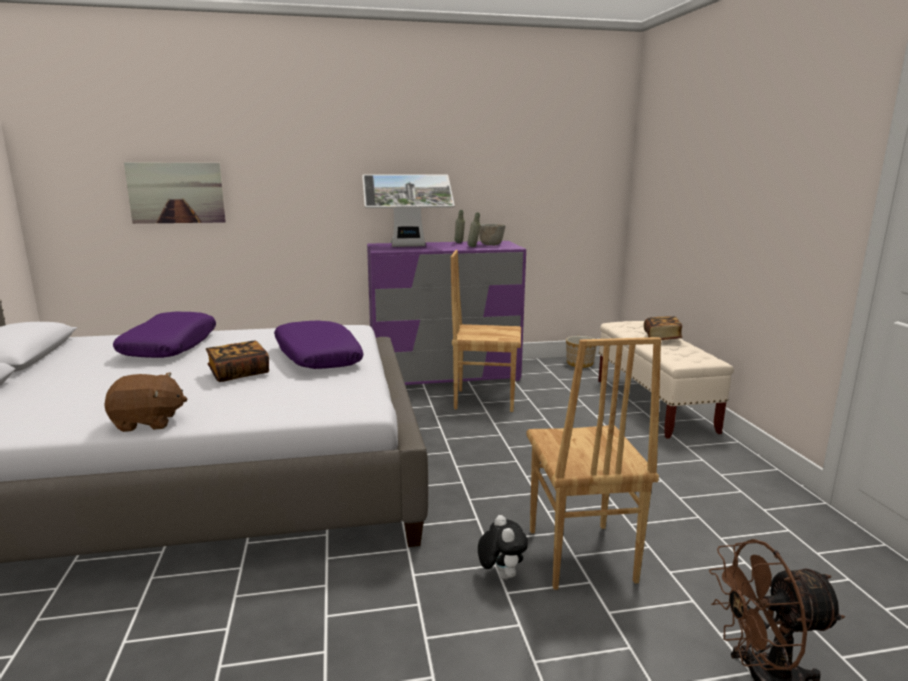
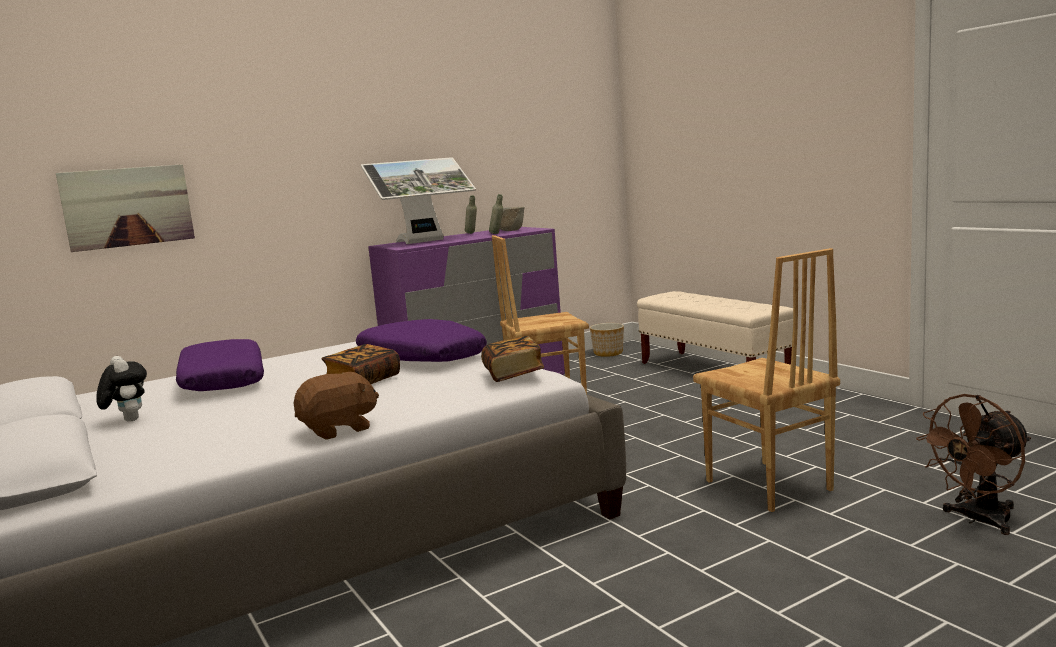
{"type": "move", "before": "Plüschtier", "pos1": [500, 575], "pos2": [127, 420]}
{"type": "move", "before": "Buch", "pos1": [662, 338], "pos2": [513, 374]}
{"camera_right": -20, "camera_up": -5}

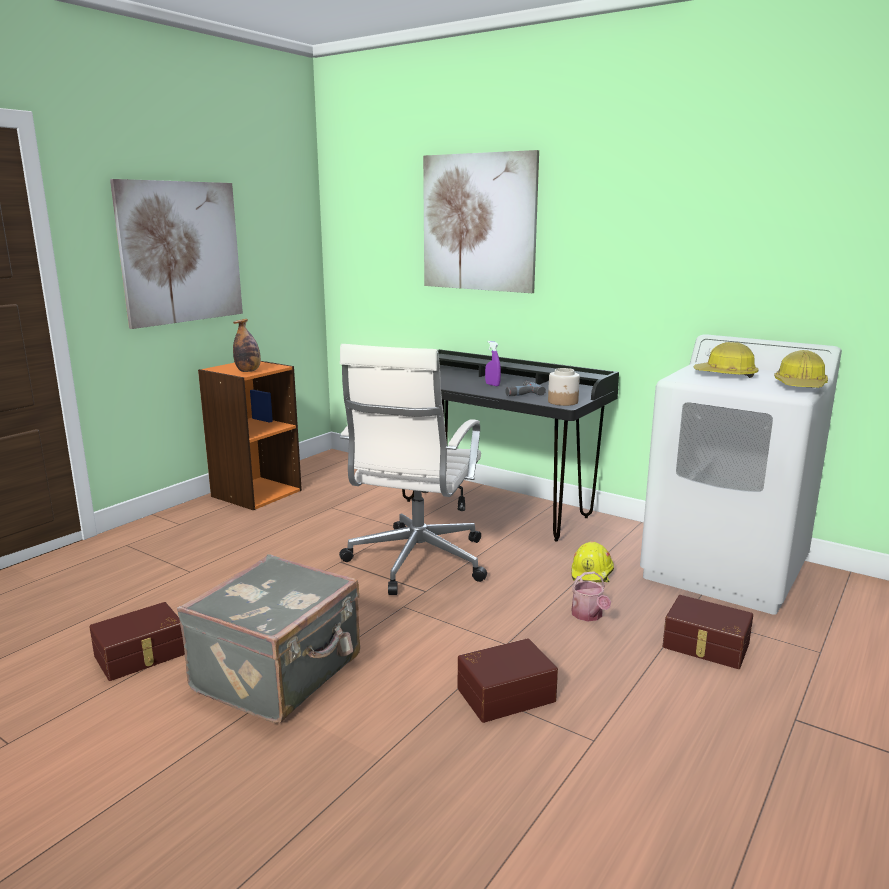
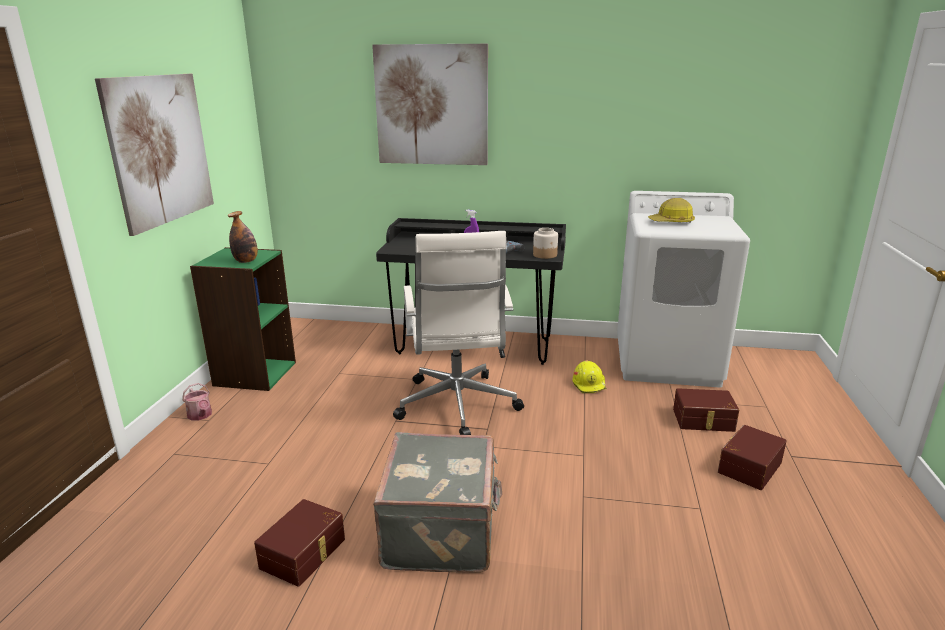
{"type": "recolor", "before": "Bücherregal/orange", "after": "Bücherregal/grün", "pos1": [256, 493], "pos2": [254, 373]}
{"type": "move", "before": "Aufbewahrungsbox/braun", "pos1": [504, 693], "pos2": [748, 466]}
{"type": "move", "before": "Gießkanne", "pos1": [588, 616], "pos2": [201, 416]}
{"type": "delete", "before": "Schutzhelm", "pos1": [800, 386]}
{"camera_right": -25, "camera_up": 5}

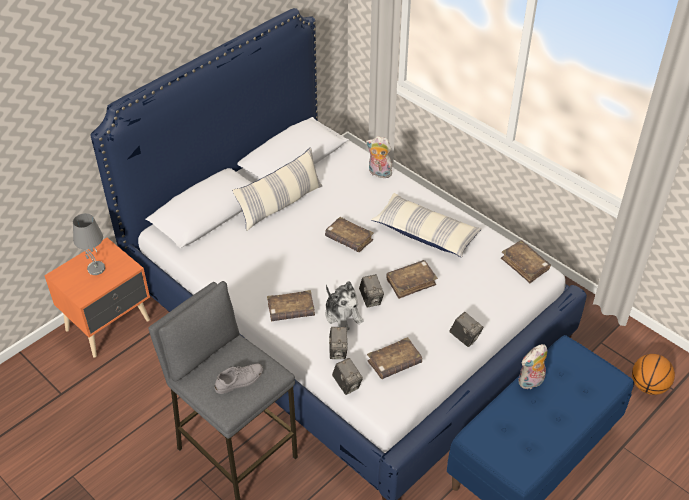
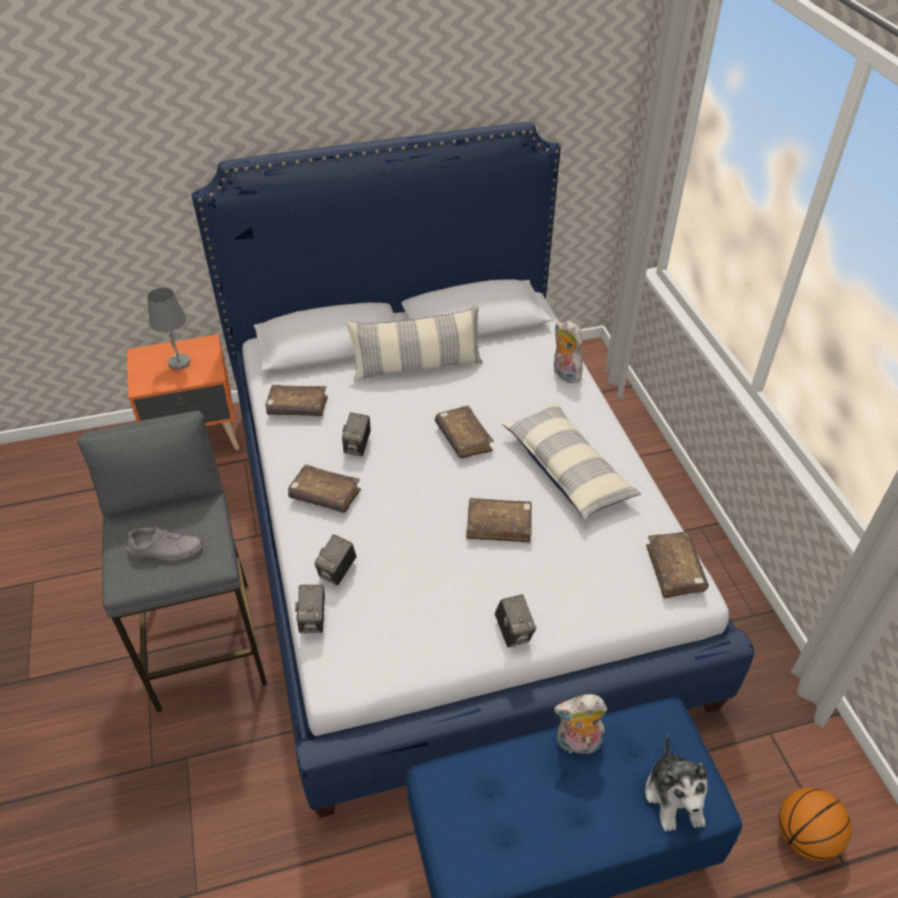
{"type": "move", "before": "Plüschtier", "pos1": [343, 315], "pos2": [675, 796]}
{"type": "move", "before": "Kamera", "pos1": [371, 299], "pos2": [357, 446]}
{"type": "move", "before": "Buch/braun", "pos1": [394, 363], "pos2": [297, 407]}
{"camera_right": 30, "camera_up": 0}

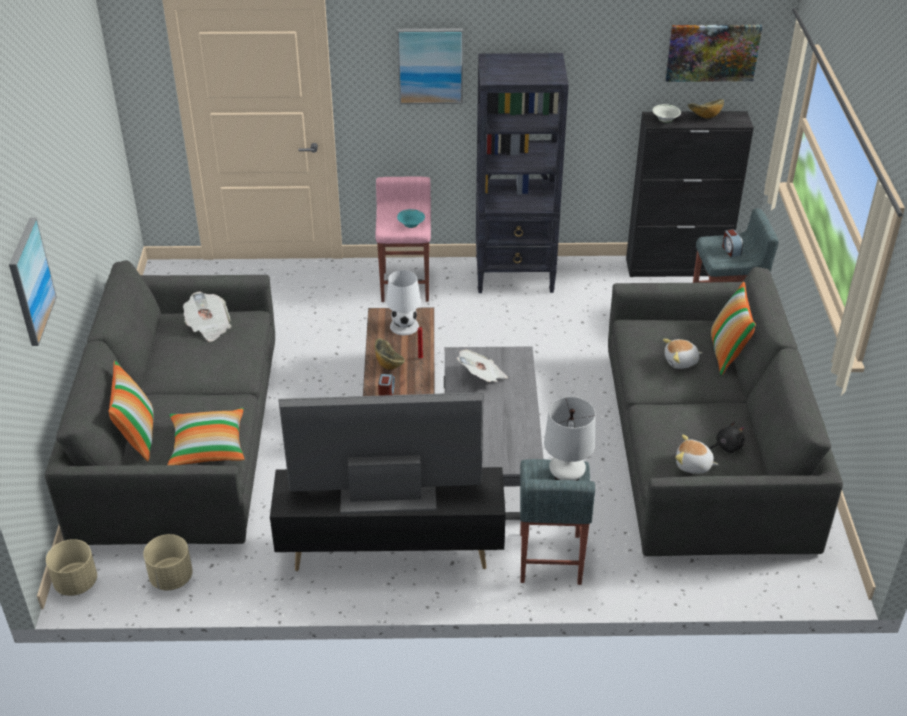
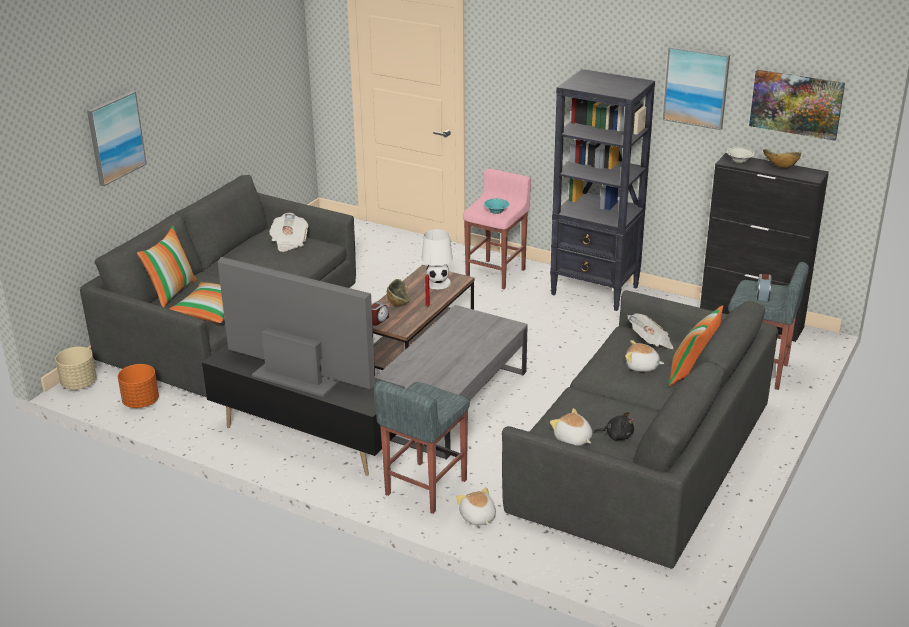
{"type": "recolor", "before": "Pflanzkübel/beige", "after": "Pflanzkübel/orange", "pos1": [171, 578], "pos2": [141, 402]}
{"type": "move", "before": "Bild", "pos1": [430, 65], "pos2": [696, 87]}
{"type": "move", "before": "Zeitung", "pos1": [482, 377], "pos2": [650, 342]}
{"type": "delete", "before": "Tischlampe/weiß", "pos1": [566, 476]}
{"type": "insert", "after": "Plüschtier", "pos2": [477, 517]}
{"camera_right": 30, "camera_up": -10}

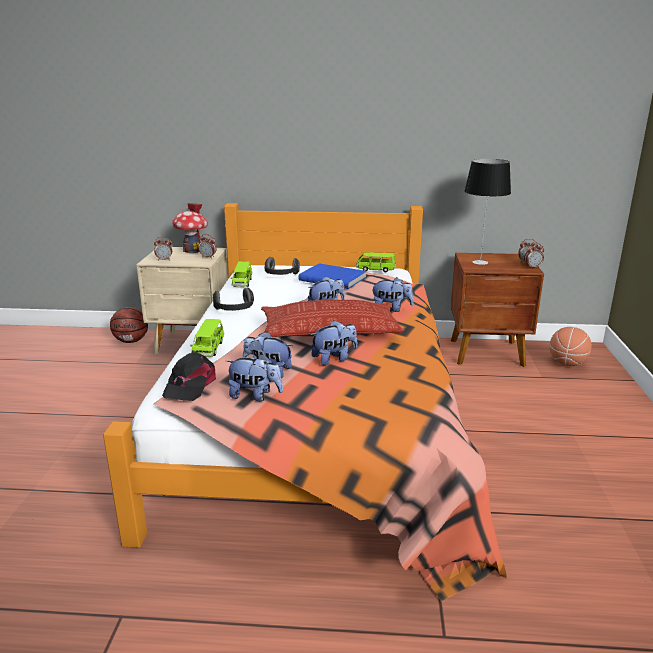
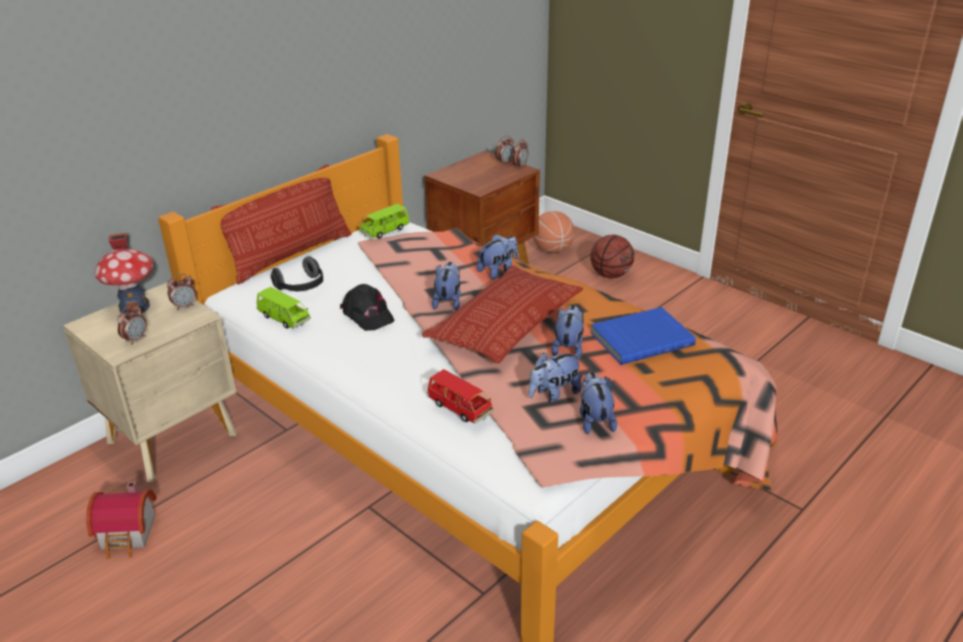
{"type": "move", "before": "Basketball", "pos1": [131, 341], "pos2": [611, 275]}
{"type": "move", "before": "Kappe/schwarz", "pos1": [190, 385], "pos2": [367, 314]}
{"type": "recolor", "before": "Spielzeugauto/grün", "after": "Spielzeugauto/rot", "pos1": [209, 349], "pos2": [460, 408]}
{"type": "delete", "before": "Kopfhörer", "pos1": [235, 310]}
{"type": "rotate", "before": "Plüschtier", "pos1": [255, 396], "pos2": [595, 420], "turn": -60}
{"type": "move", "before": "Buch/blau", "pos1": [333, 278], "pos2": [640, 338]}
{"type": "delete", "before": "Tischlampe", "pos1": [479, 262]}
{"type": "insert", "after": "Spielzeughaus", "pos2": [129, 535]}
{"type": "insert", "after": "Kissen", "pos2": [290, 255]}
{"camera_right": -50, "camera_up": 10}

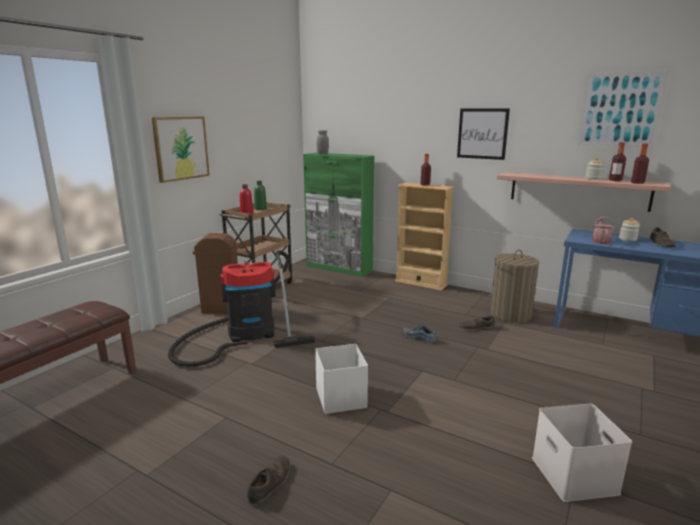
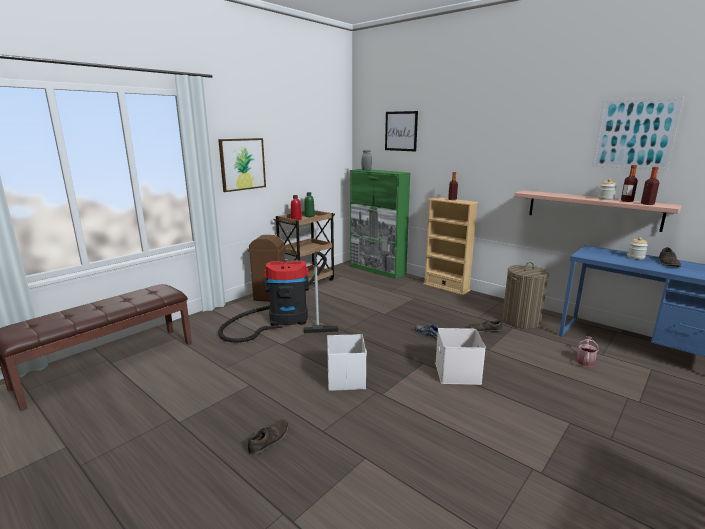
{"type": "move", "before": "Bild", "pos1": [482, 133], "pos2": [401, 131]}
{"type": "move", "before": "Aufbewahrungsbox/weiß", "pos1": [576, 476], "pos2": [458, 373]}
{"type": "move", "before": "Gießkanne", "pos1": [600, 241], "pos2": [585, 360]}
{"camera_right": 10, "camera_up": 0}

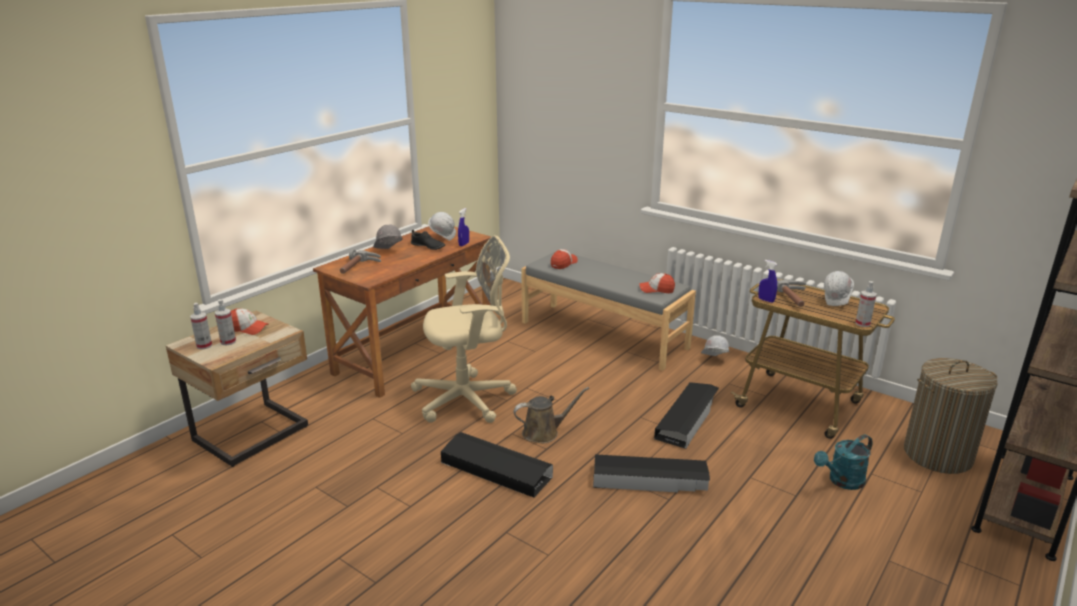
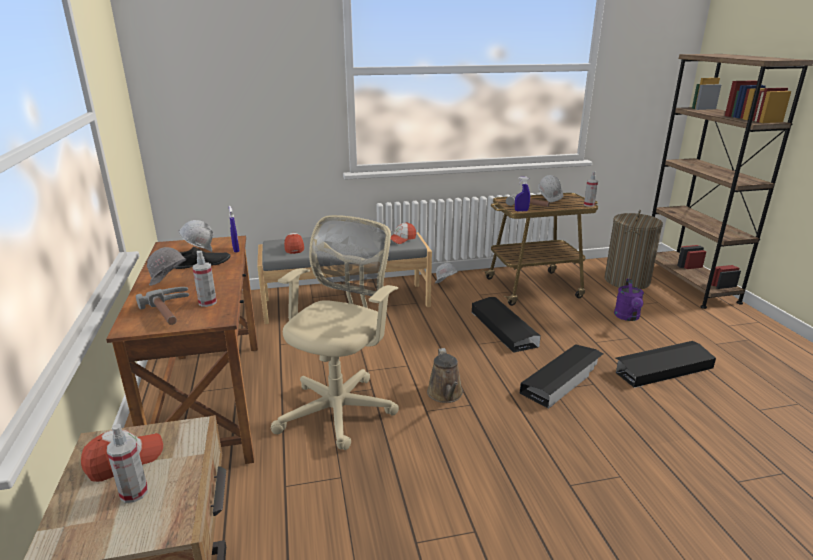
{"type": "move", "before": "Sprühflasche", "pos1": [204, 346], "pos2": [207, 302]}
{"type": "move", "before": "Aufbewahrungsbox/schwarz", "pos1": [495, 470], "pos2": [662, 369]}
{"type": "rotate", "before": "Gießkanne/braun", "pos1": [544, 432], "pos2": [446, 394], "turn": 150}
{"type": "recolor", "before": "Gießkanne/türkis", "after": "Gießkanne/lila", "pos1": [842, 481], "pos2": [627, 317]}
{"camera_right": -50, "camera_up": 0}

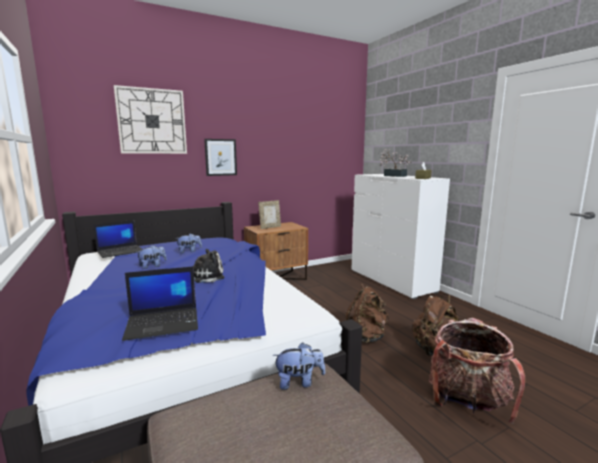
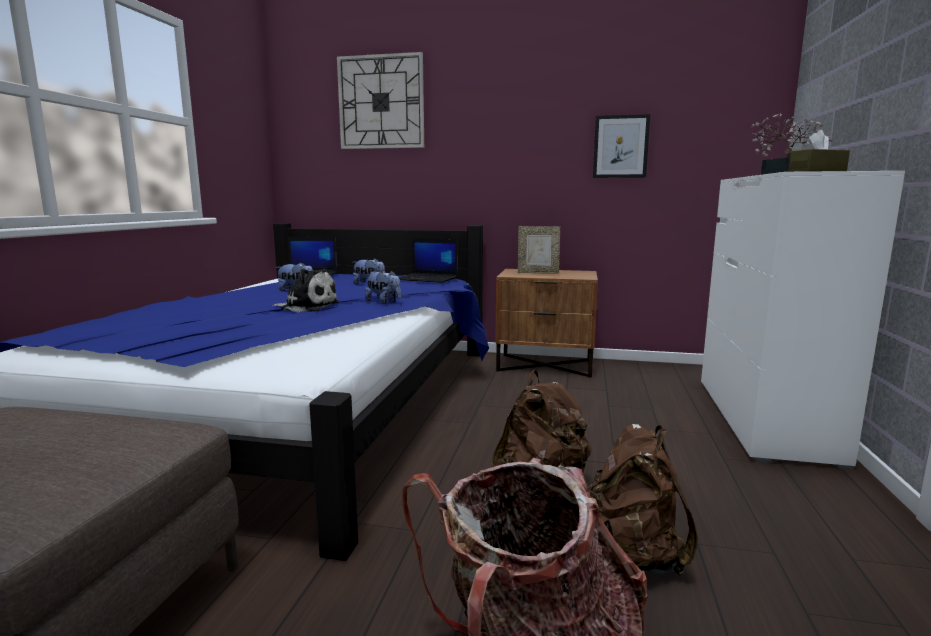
{"type": "move", "before": "Laptop", "pos1": [164, 323], "pos2": [428, 279]}
{"type": "move", "before": "Bild", "pos1": [220, 157], "pos2": [620, 147]}
{"type": "move", "before": "Plüschtier", "pos1": [299, 382], "pos2": [384, 302]}
{"camera_right": 40, "camera_up": 0}

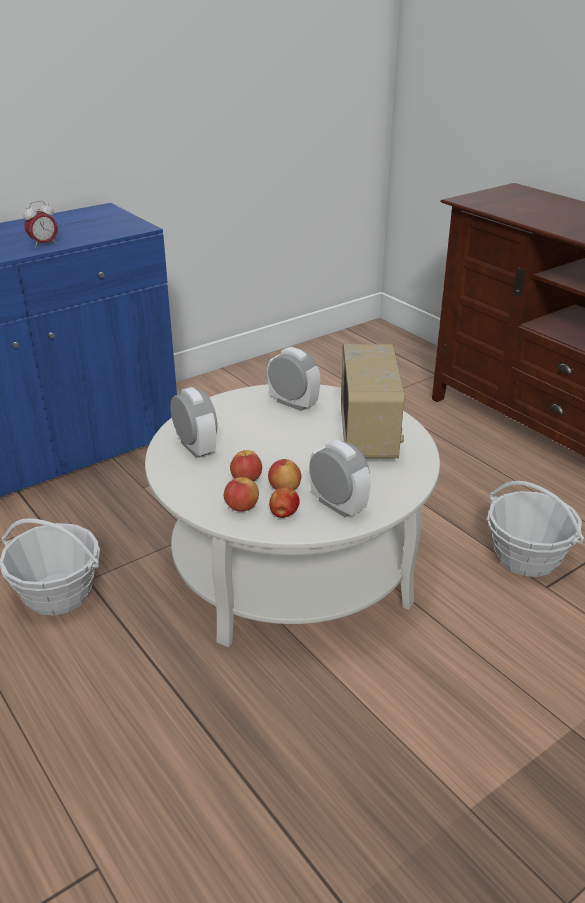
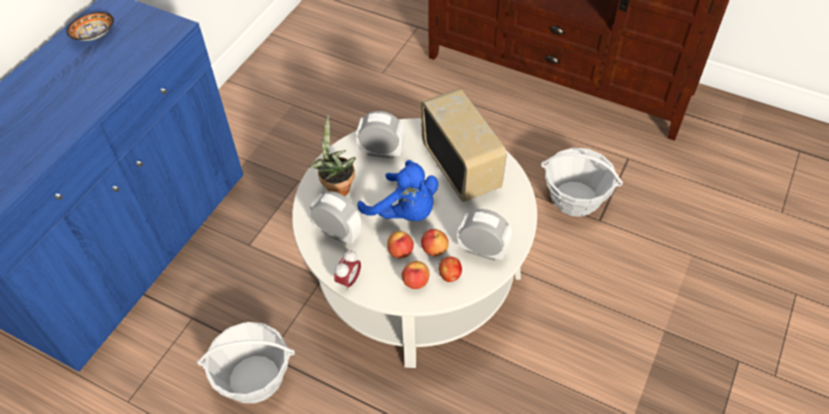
{"type": "move", "before": "Wecker", "pos1": [44, 244], "pos2": [349, 281]}
{"type": "insert", "after": "Schüssel", "pos2": [96, 36]}
{"type": "insert", "after": "Topfpflanze", "pos2": [336, 187]}
{"type": "insert", "after": "Plüschtier/blau", "pos2": [404, 212]}
{"camera_right": -25, "camera_up": 20}

